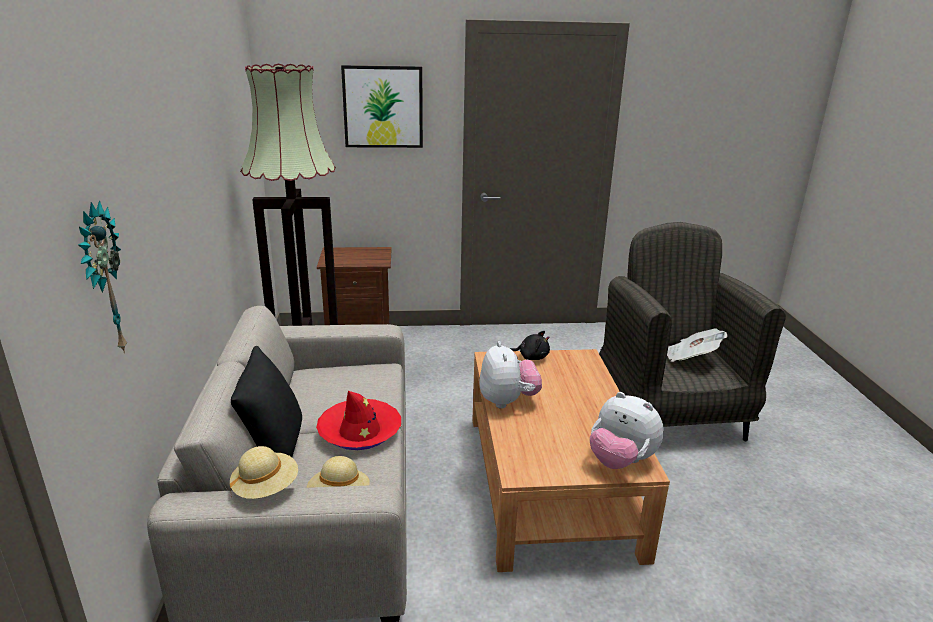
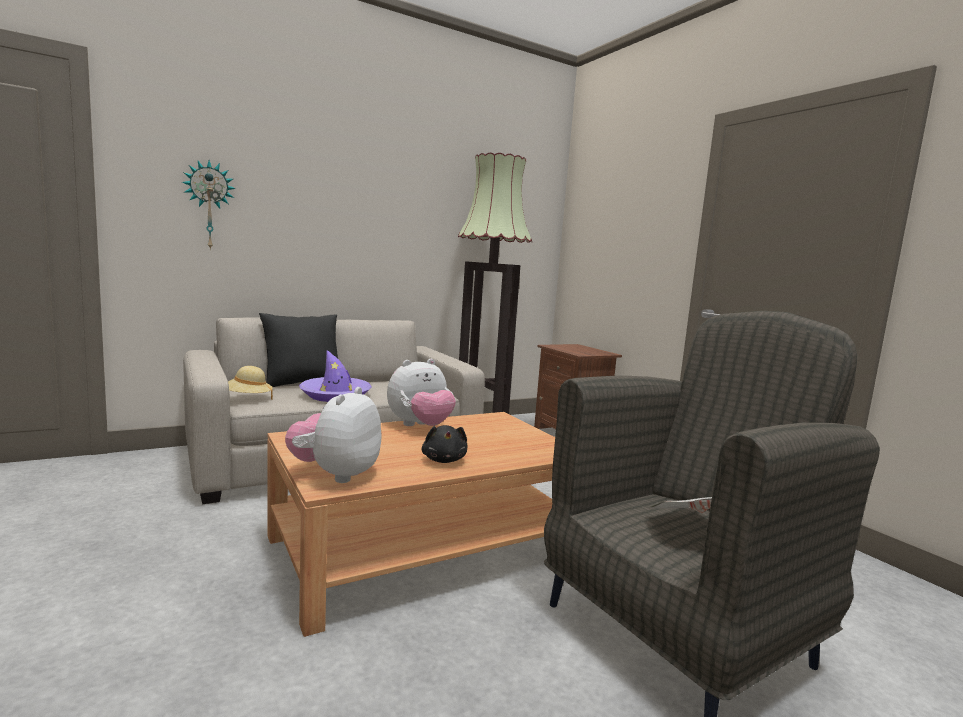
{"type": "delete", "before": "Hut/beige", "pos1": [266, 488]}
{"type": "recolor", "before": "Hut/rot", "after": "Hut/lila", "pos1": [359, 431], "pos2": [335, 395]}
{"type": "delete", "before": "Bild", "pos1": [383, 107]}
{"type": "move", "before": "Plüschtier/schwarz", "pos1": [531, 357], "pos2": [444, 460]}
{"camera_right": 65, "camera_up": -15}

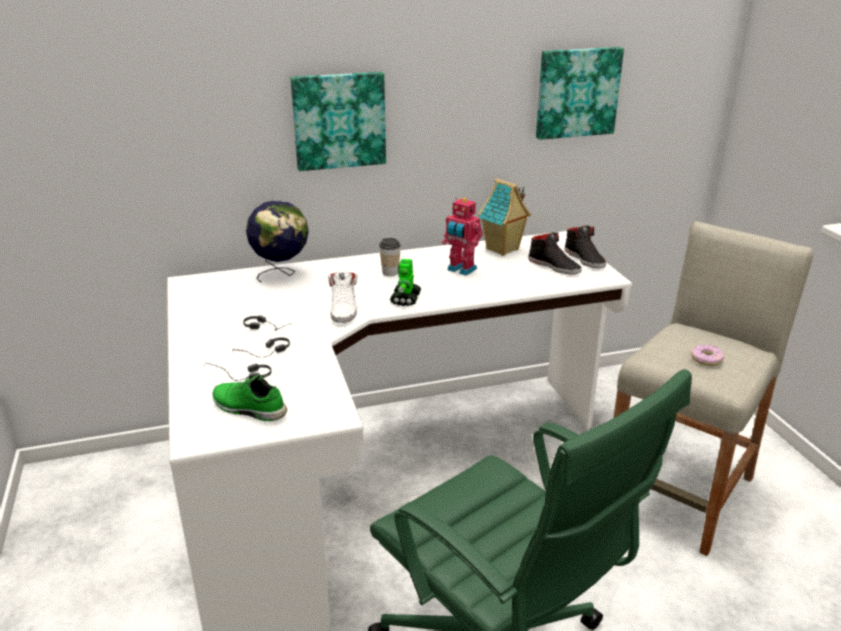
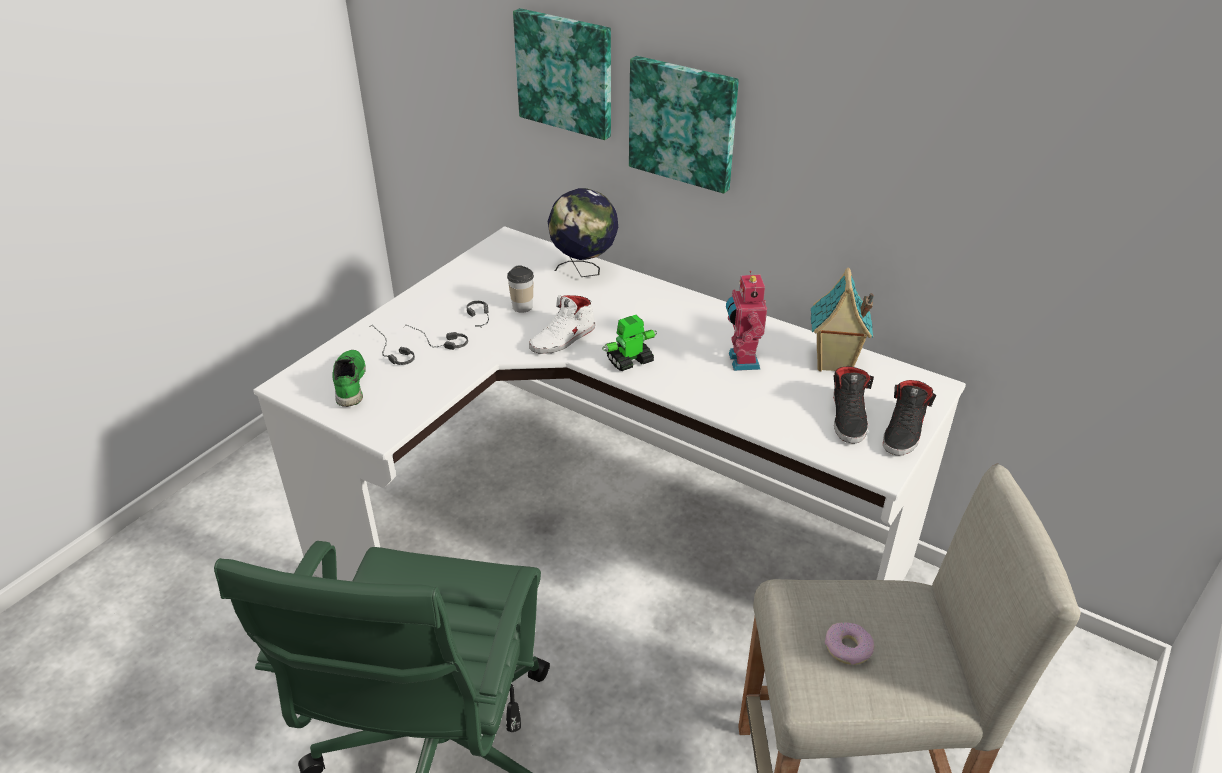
{"type": "move", "before": "Tasse", "pos1": [390, 272], "pos2": [522, 307]}
{"type": "move", "before": "Bild", "pos1": [576, 92], "pos2": [566, 72]}
{"camera_right": 50, "camera_up": 10}

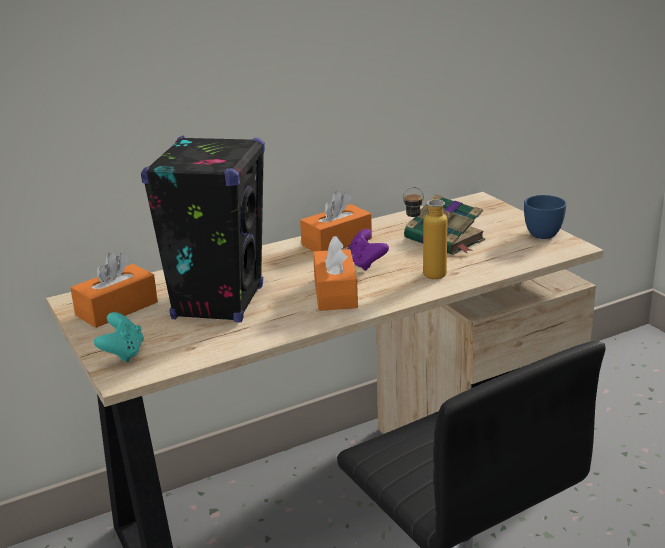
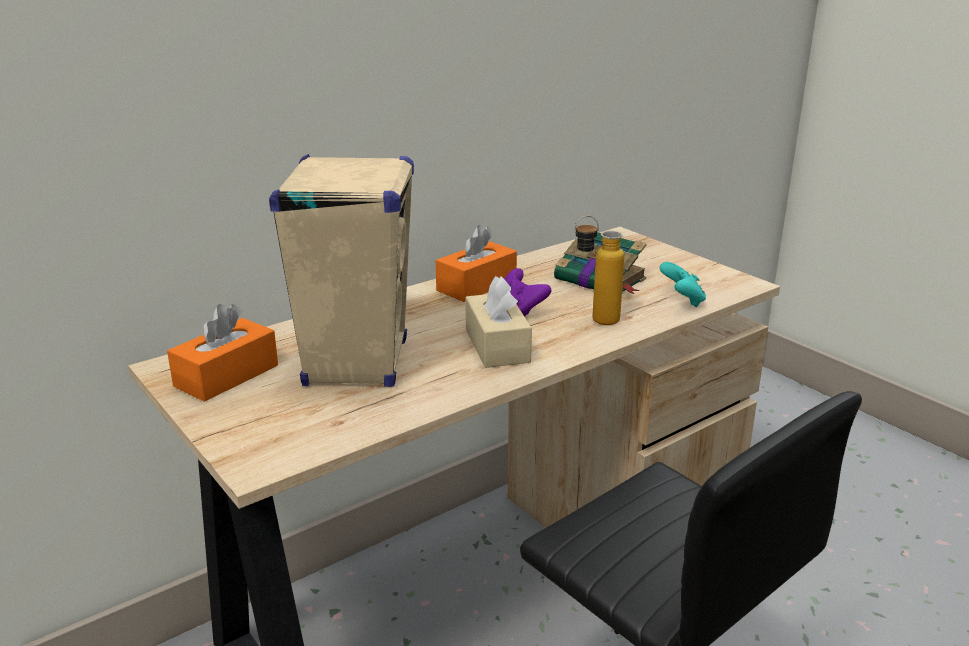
{"type": "move", "before": "Gamepad/türkis", "pos1": [123, 353], "pos2": [682, 301]}
{"type": "recolor", "before": "Lautsprecher/schwarz", "after": "Lautsprecher/beige", "pos1": [218, 302], "pos2": [356, 363]}
{"type": "recolor", "before": "Taschentuchbox/orange", "after": "Taschentuchbox/beige", "pos1": [335, 293], "pos2": [497, 345]}
{"type": "delete", "before": "Tasse/blau", "pos1": [540, 232]}
{"camera_right": -10, "camera_up": 0}

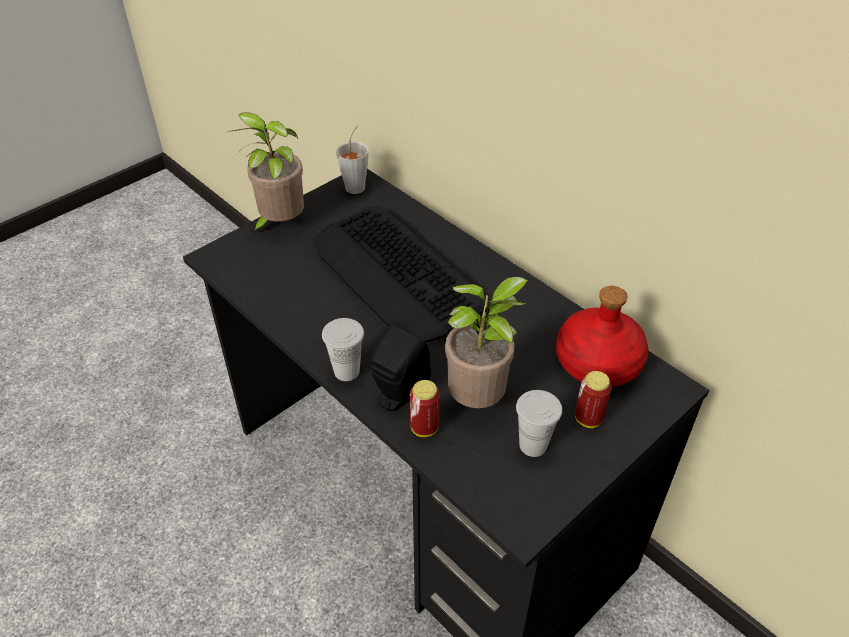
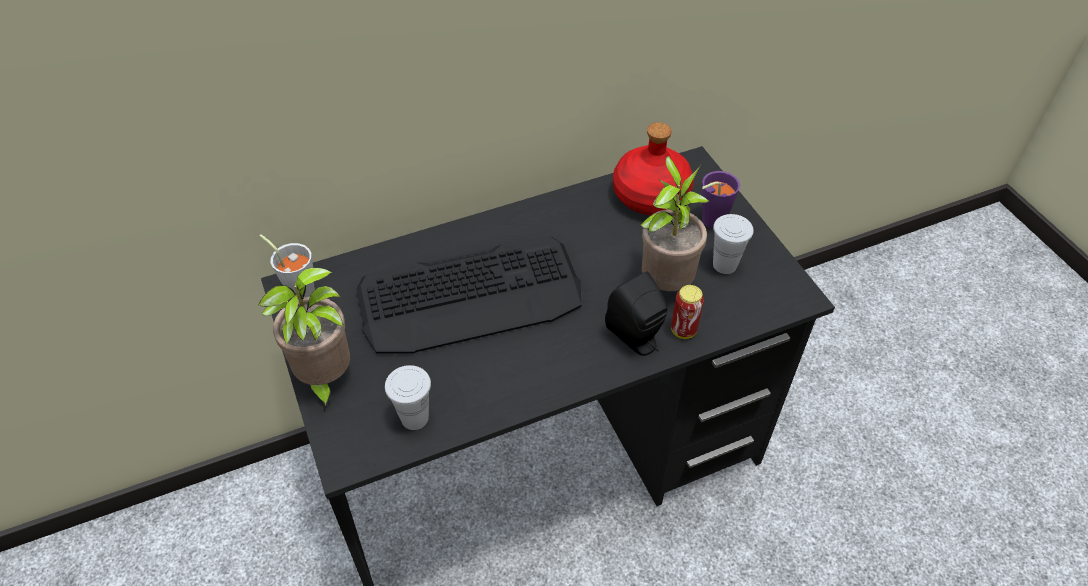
{"type": "move", "before": "Tasse/weiß", "pos1": [346, 371], "pos2": [414, 418]}
{"type": "replace", "before": "Dose", "after": "Tasse/lila", "pos1": [588, 419], "pos2": [708, 222]}
{"camera_right": -70, "camera_up": 5}

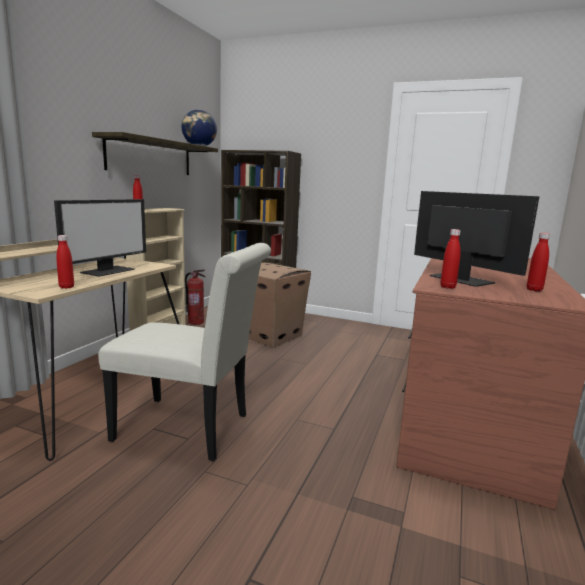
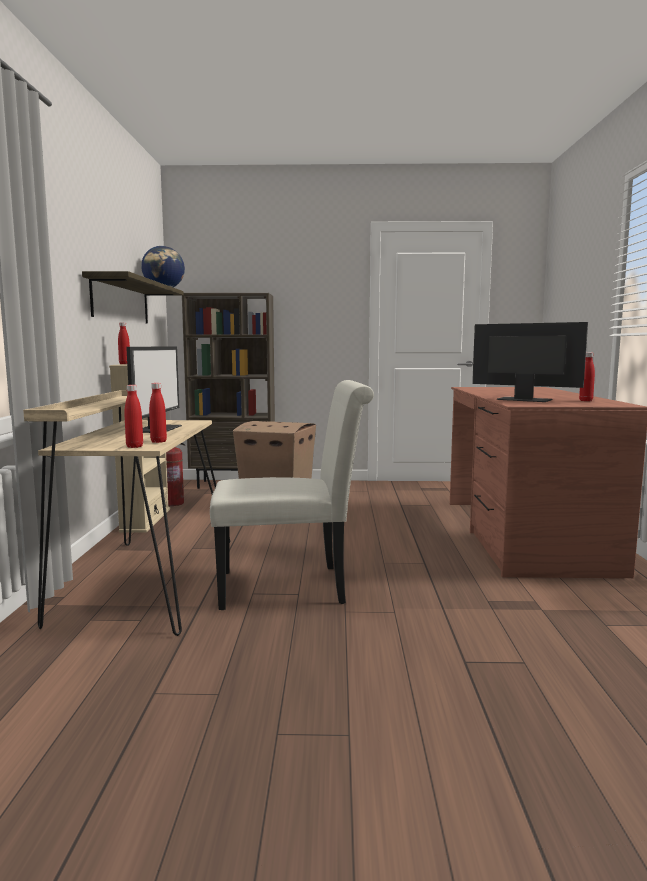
{"type": "move", "before": "Flasche/rot", "pos1": [447, 287], "pos2": [134, 446]}
{"camera_right": -20, "camera_up": -5}

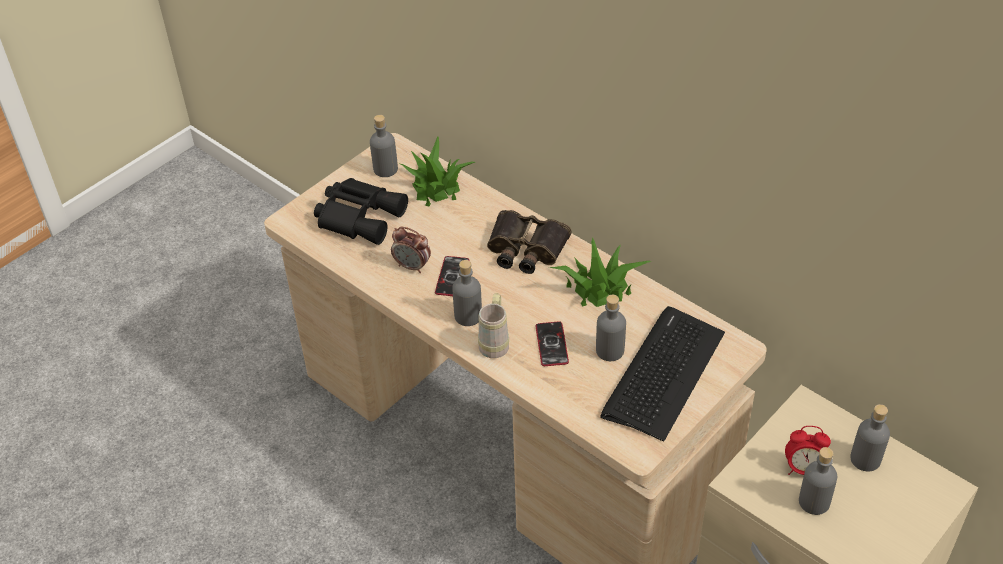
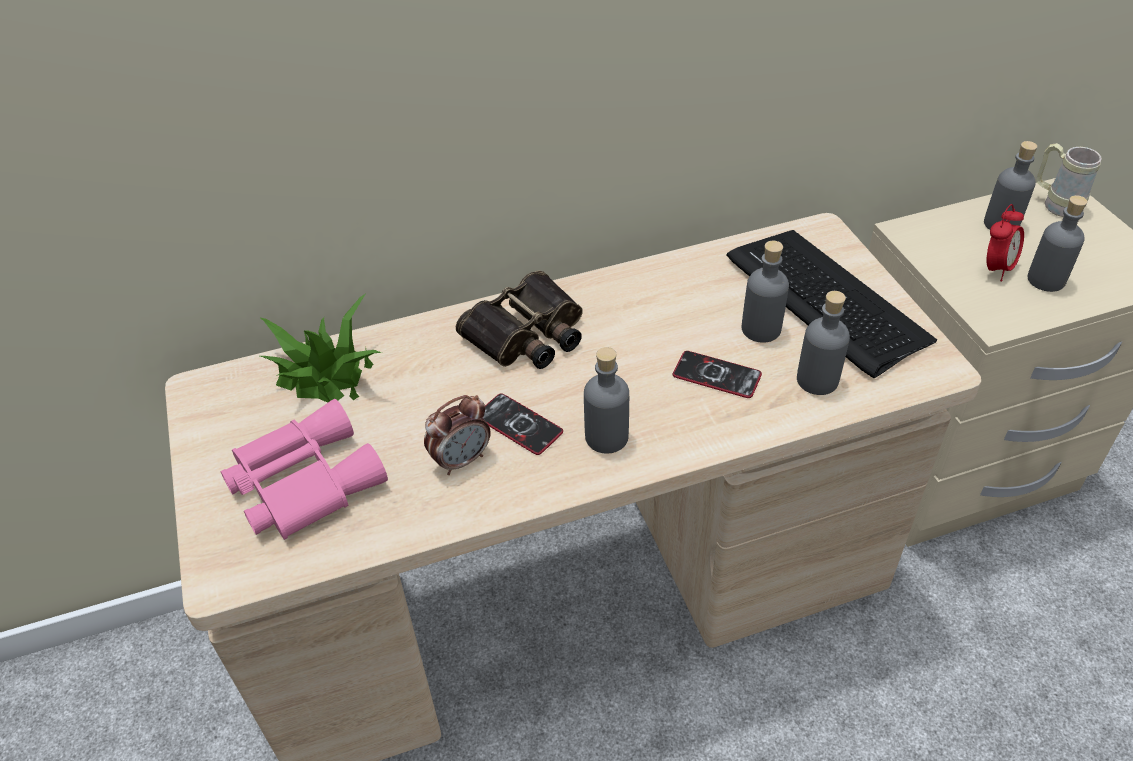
{"type": "recolor", "before": "Fernglas/schwarz", "after": "Fernglas/rosa", "pos1": [360, 216], "pos2": [302, 481]}
{"type": "move", "before": "Flasche/grau", "pos1": [385, 169], "pos2": [817, 380]}
{"type": "move", "before": "Henkelbecher/beige", "pos1": [495, 342], "pos2": [1055, 204]}
{"type": "delete", "before": "Topfpflanze", "pos1": [598, 286]}
{"camera_right": -60, "camera_up": 0}

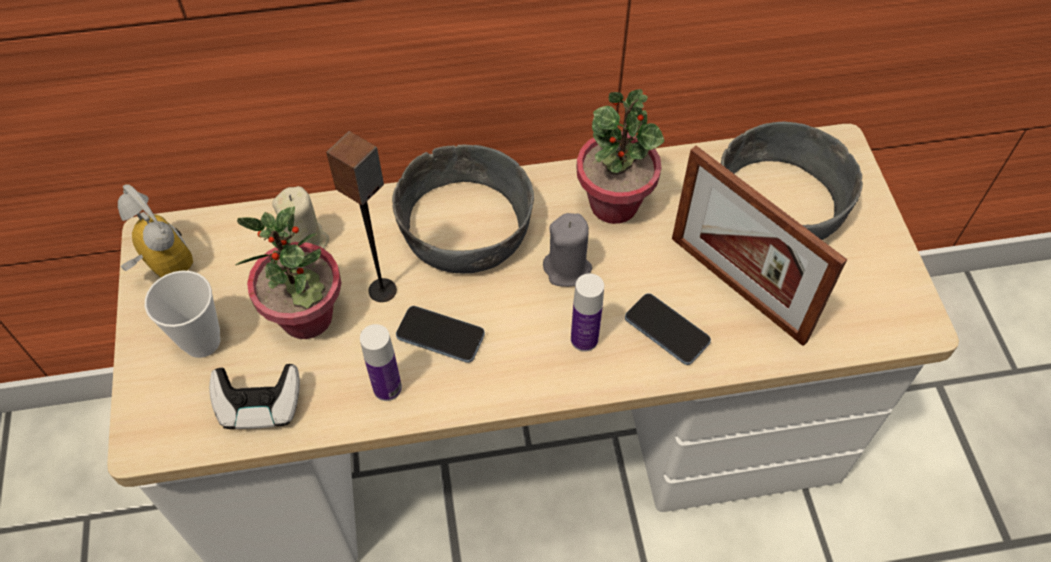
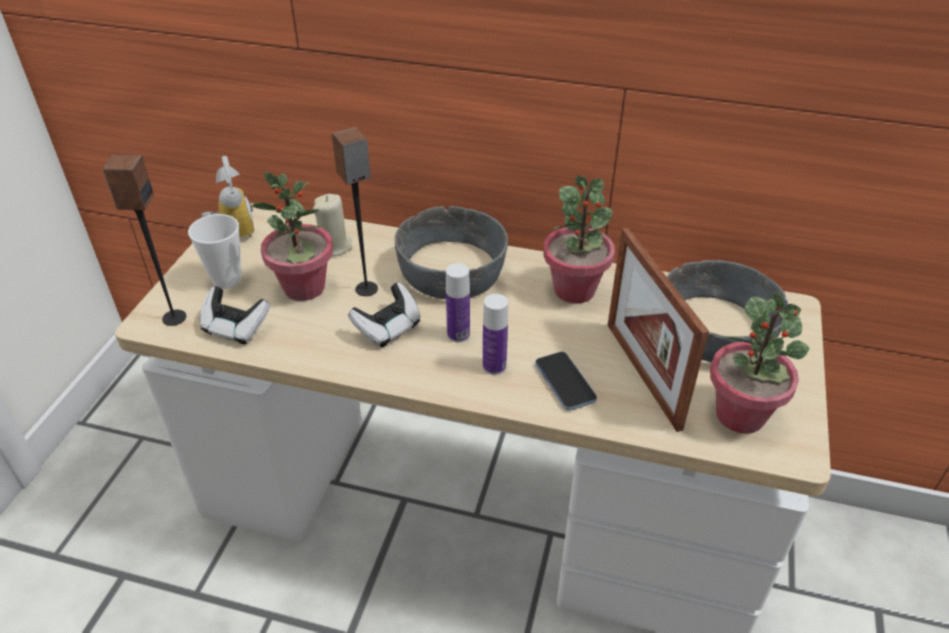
{"type": "move", "before": "Flasche", "pos1": [387, 388], "pos2": [458, 334]}
{"type": "replace", "before": "Handy", "after": "Gamepad", "pos1": [440, 335], "pos2": [388, 328]}
{"type": "delete", "before": "Kerze/grau", "pos1": [567, 268]}
{"type": "insert", "after": "Lautsprecher", "pos2": [173, 318]}
{"type": "insert", "after": "Topfpflanze", "pos2": [741, 415]}
{"camera_right": 25, "camera_up": -15}

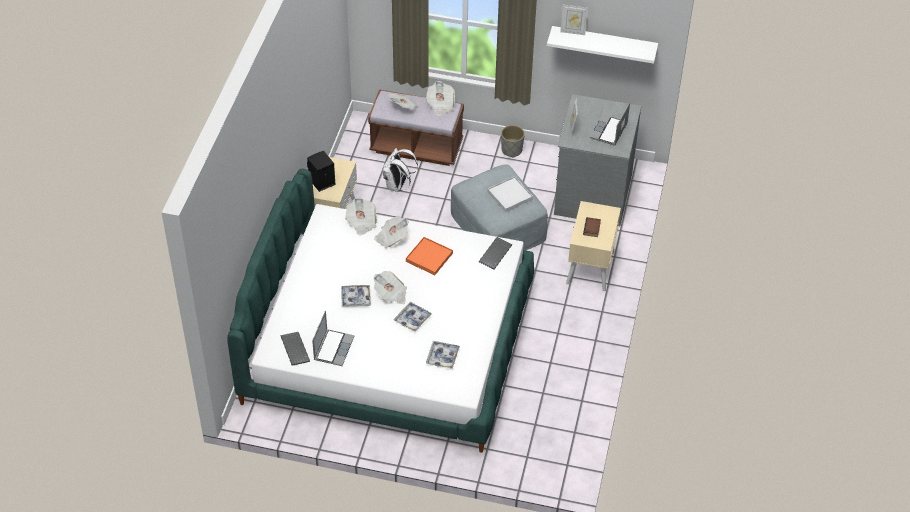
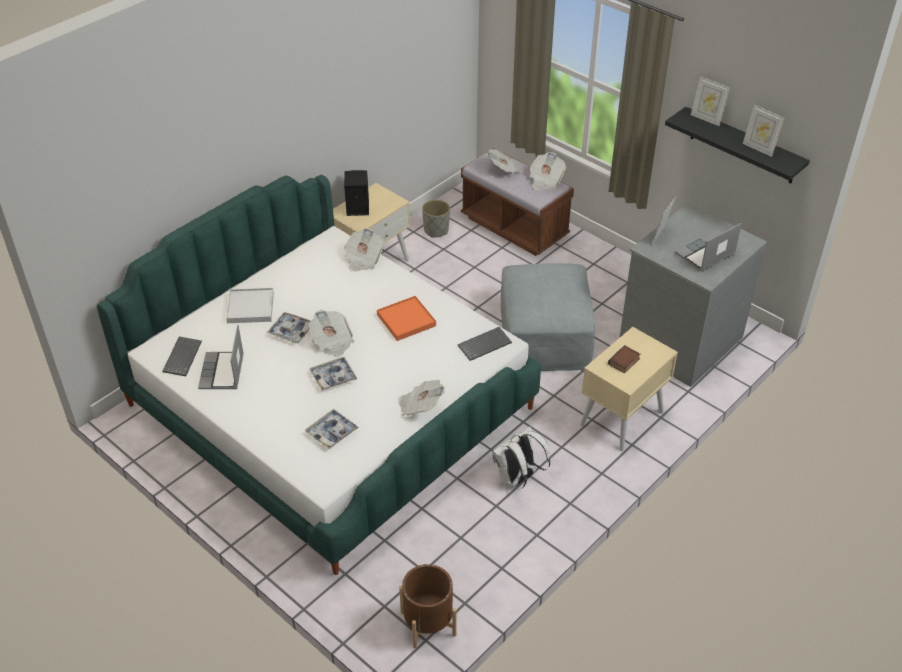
{"type": "rotate", "before": "Laptop", "pos1": [333, 348], "pos2": [222, 372], "turn": 135}
{"type": "move", "before": "Zeitung", "pos1": [391, 238], "pos2": [420, 406]}
{"type": "move", "before": "Rucksack/weiß", "pos1": [397, 186], "pos2": [518, 479]}
{"type": "move", "before": "Tablett/weiß", "pos1": [510, 195], "pos2": [251, 308]}
{"type": "move", "before": "Pflanzkübel/grau", "pos1": [512, 150], "pos2": [436, 230]}
{"type": "recolor", "before": "Wandregal/weiß", "after": "Wandregal/schwarz", "pos1": [604, 43], "pos2": [742, 146]}
{"type": "insert", "after": "Pflanzkübel/braun", "pos2": [428, 623]}
{"type": "insert", "after": "Bilderrahmen", "pos2": [759, 148]}
{"camera_right": 30, "camera_up": -5}

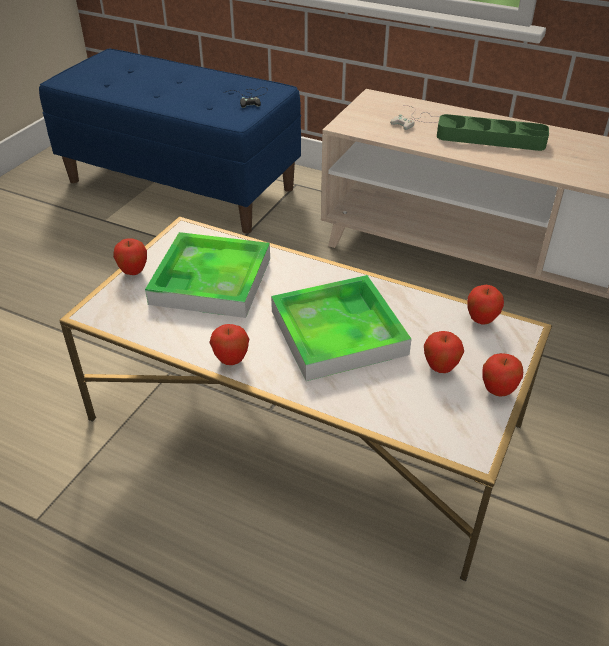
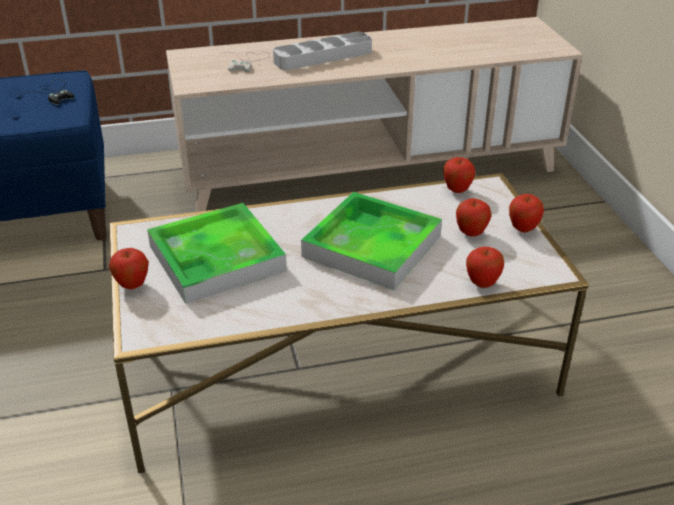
{"type": "move", "before": "Apfel", "pos1": [231, 360], "pos2": [482, 283]}
{"type": "recolor", "before": "Tablett/grün", "after": "Tablett/grau", "pos1": [490, 138], "pos2": [323, 56]}
{"camera_right": -40, "camera_up": -5}

